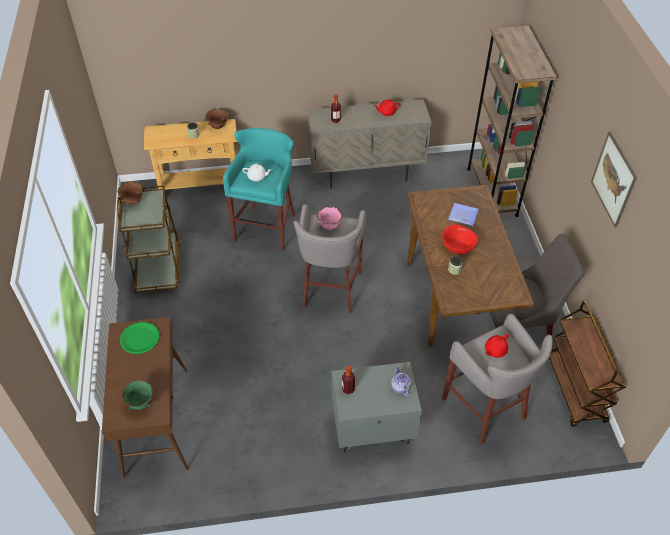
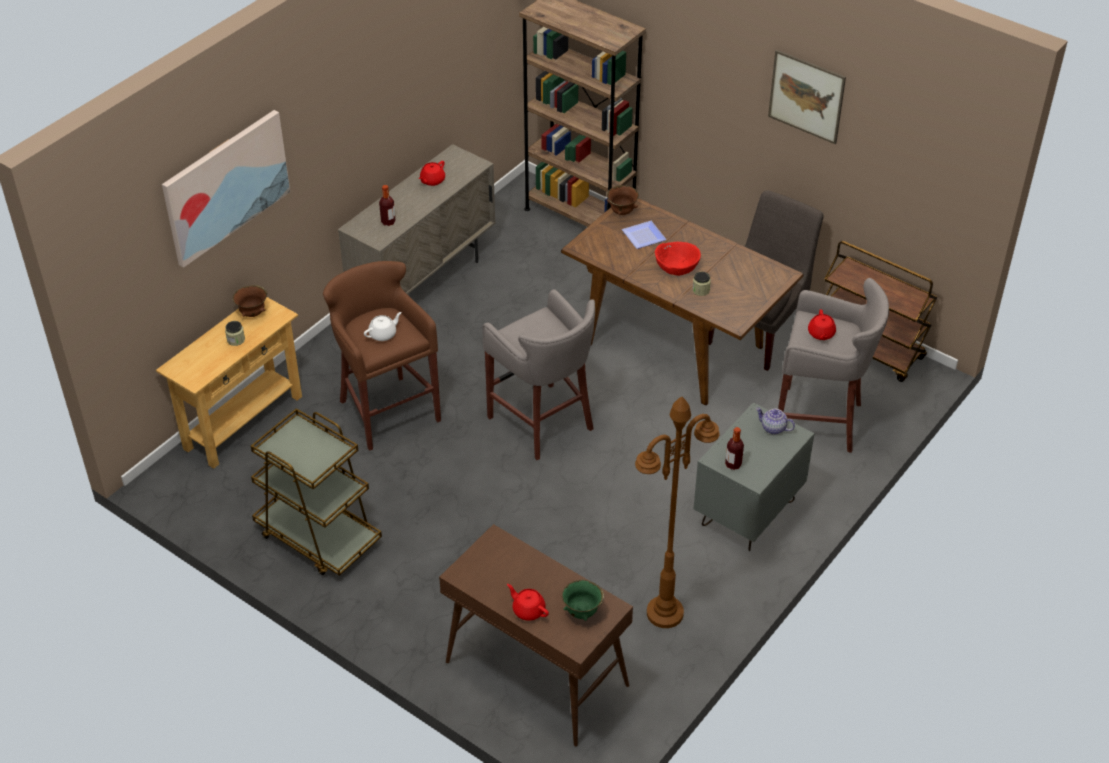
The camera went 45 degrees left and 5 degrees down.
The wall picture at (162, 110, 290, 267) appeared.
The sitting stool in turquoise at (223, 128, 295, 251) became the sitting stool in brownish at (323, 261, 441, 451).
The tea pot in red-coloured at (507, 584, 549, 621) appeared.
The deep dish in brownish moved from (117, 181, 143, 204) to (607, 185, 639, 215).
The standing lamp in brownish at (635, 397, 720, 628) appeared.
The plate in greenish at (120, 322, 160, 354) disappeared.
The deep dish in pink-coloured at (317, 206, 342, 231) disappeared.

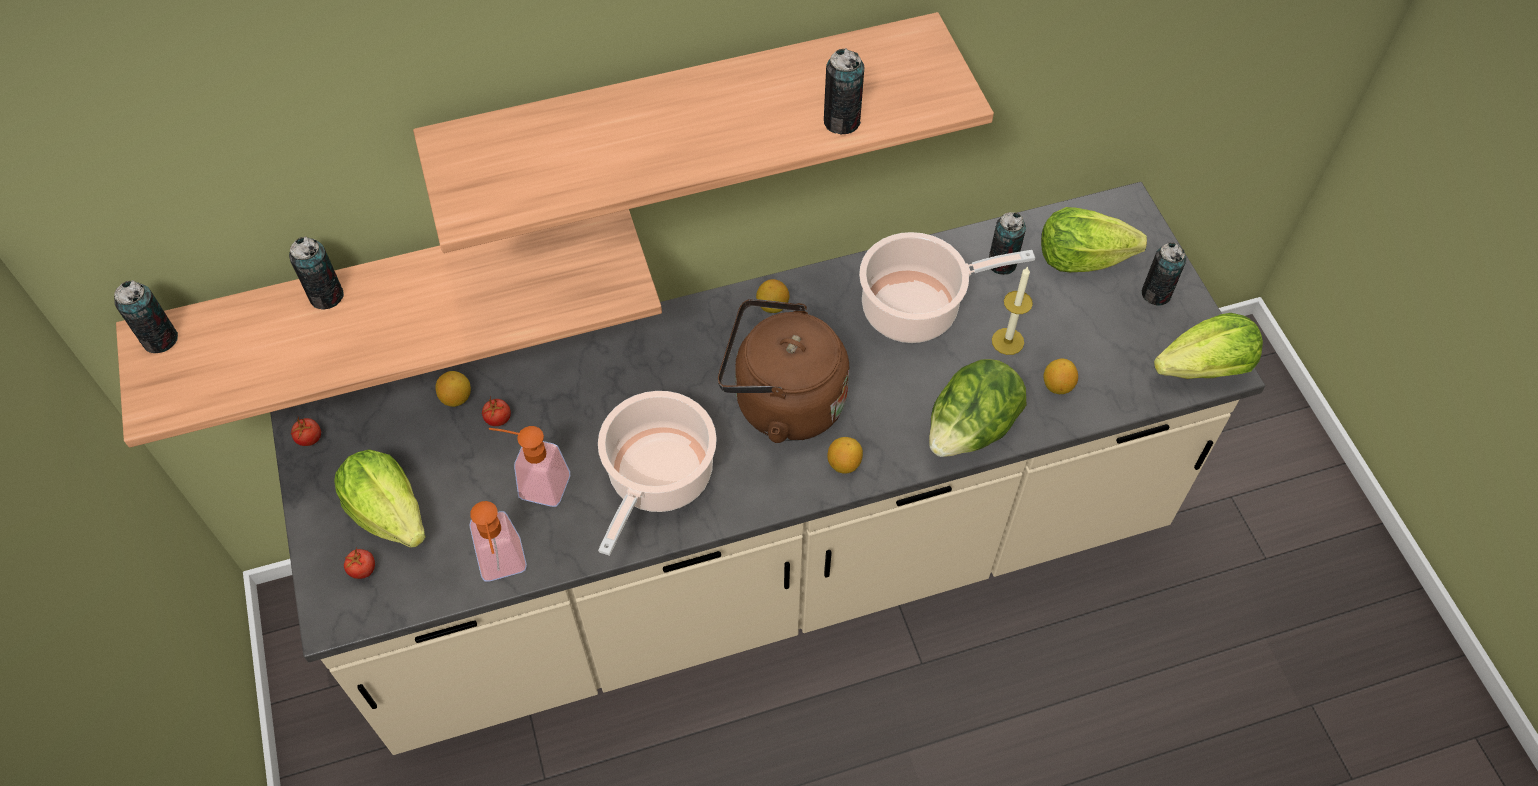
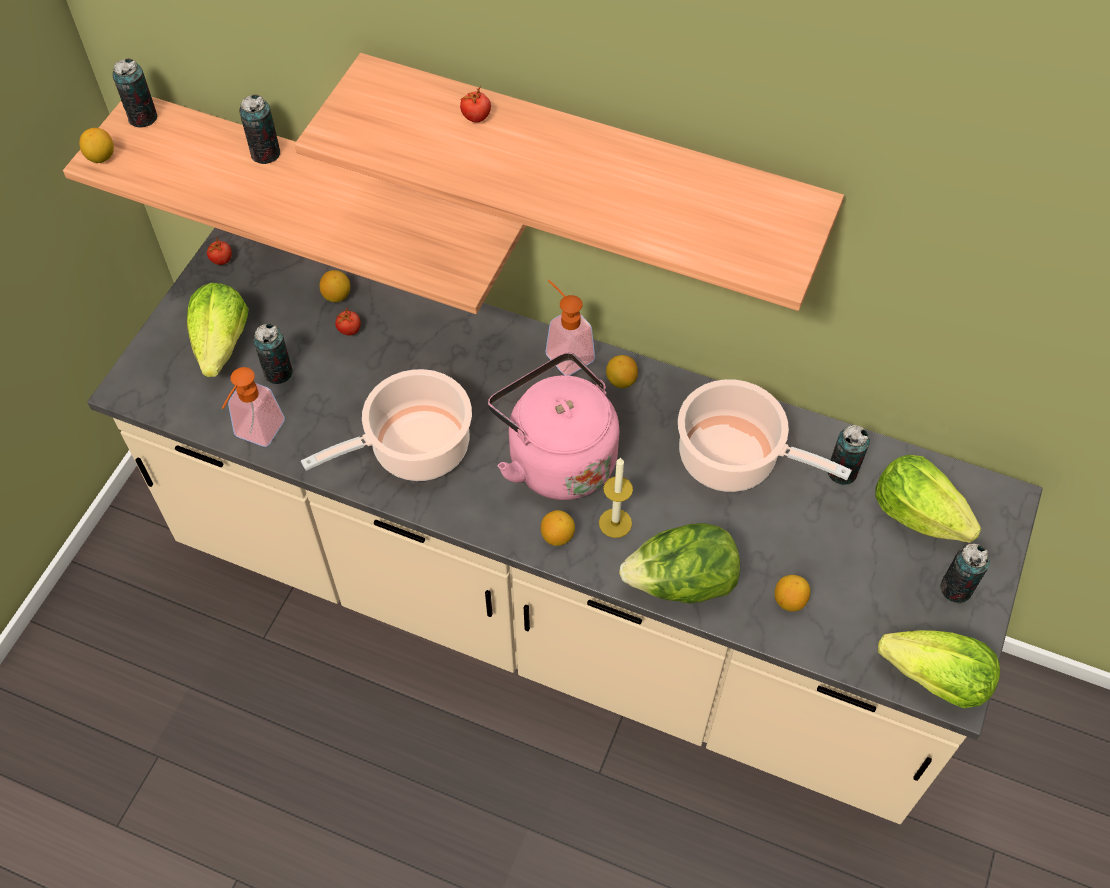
The camera went 40 degrees right and 0 degrees up.
The lemon at (79, 128, 114, 163) appeared.
The can moved from (824, 48, 864, 135) to (253, 324, 293, 384).
The tomato moved from (344, 547, 375, 579) to (460, 85, 491, 123).
The water kettle in brownish at (718, 299, 849, 443) became the water kettle in pink-coloured at (488, 353, 619, 500).
The soap bottle moved from (489, 426, 570, 507) to (545, 280, 595, 376).
The wax light moved from (992, 266, 1033, 355) to (599, 457, 633, 538).

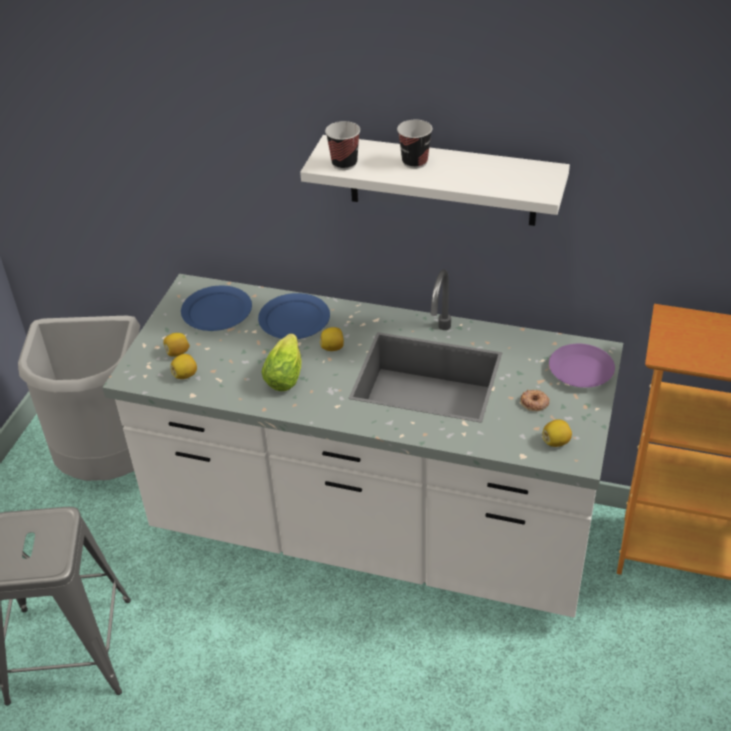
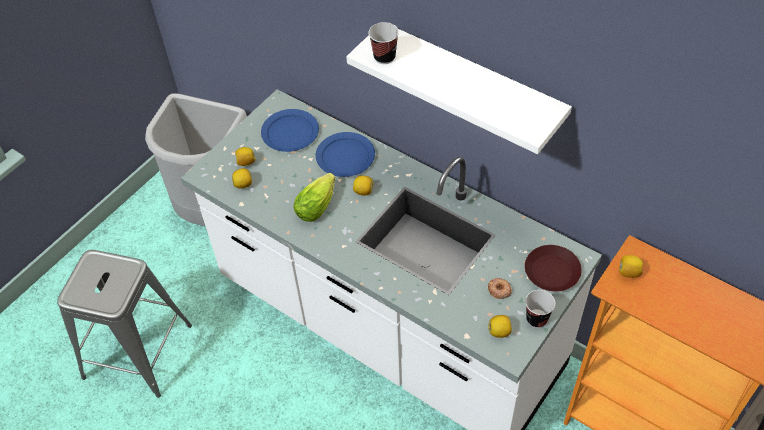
The camera went 20 degrees right and 10 degrees up.
The plate in purple at (549, 344, 615, 388) became the plate in brownish at (525, 245, 582, 291).
The small cup moved from (397, 120, 432, 169) to (525, 290, 555, 328).
The lemon at (619, 255, 643, 278) appeared.

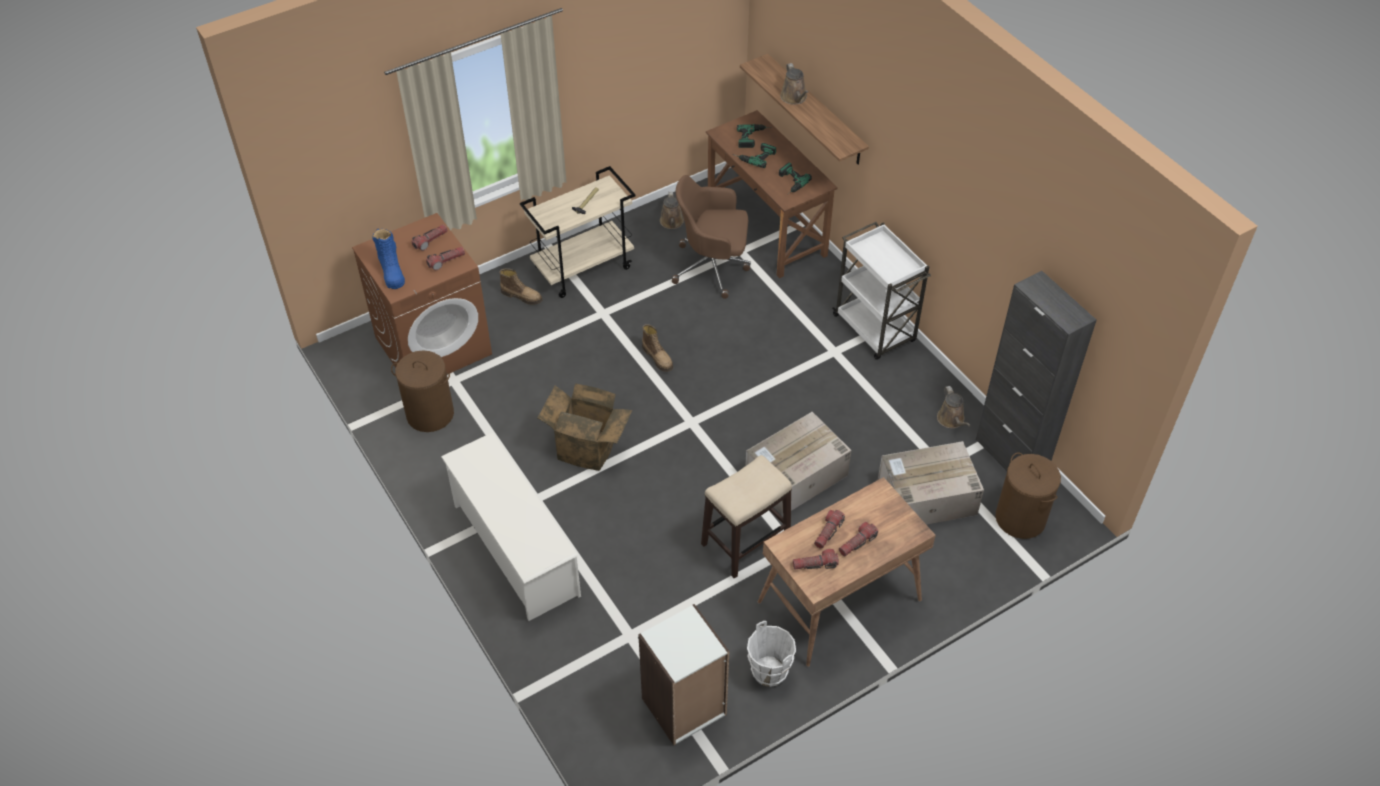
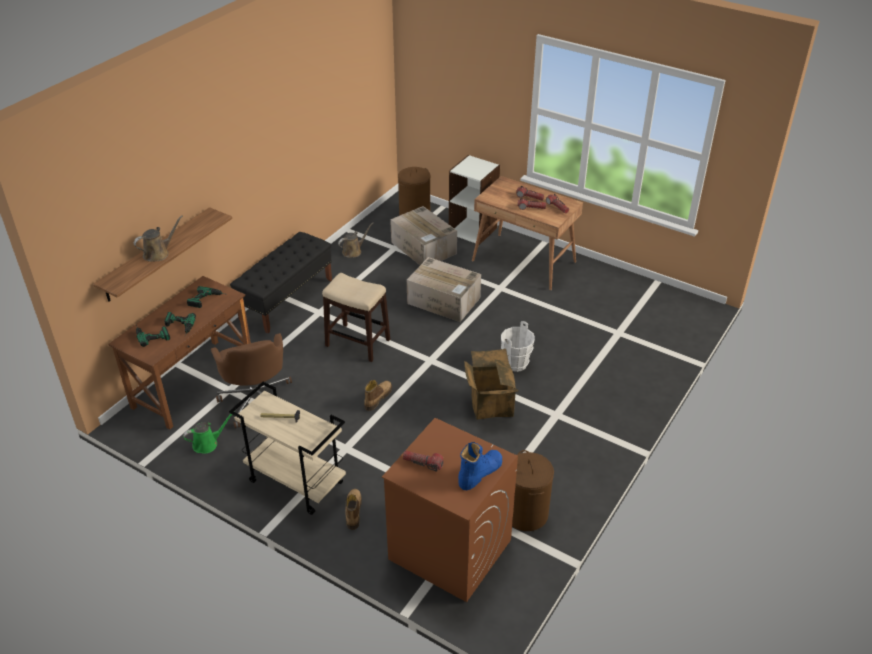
The camera went 115 degrees left and 10 degrees down.
The watering can in brownish at (660, 191, 684, 229) became the watering can in greenish at (183, 414, 232, 454).
The wheeled cart in white-coloured at (832, 222, 931, 360) was replaced by the indoor bench in black at (230, 232, 332, 334).
The sitting stool moved from (701, 455, 792, 579) to (322, 273, 390, 362).
The bookshelf in white-coloured moved from (638, 604, 729, 745) to (449, 155, 500, 245).
The pail in white-coloured moved from (747, 621, 796, 687) to (501, 321, 535, 372).
The flashlight at (426, 247, 465, 270) disappeared.
The shoe stand in white-coloured at (441, 432, 581, 621) disappeared.
The storage cabinet in black at (976, 271, 1096, 471) disappeared.

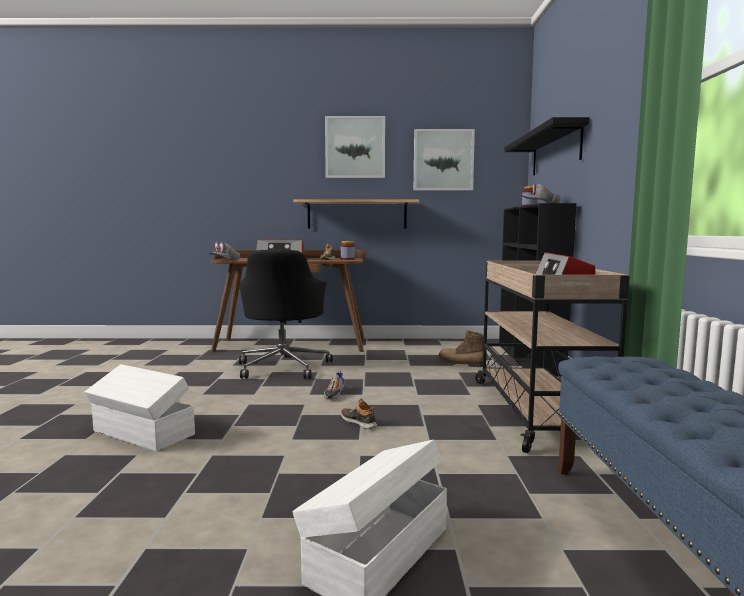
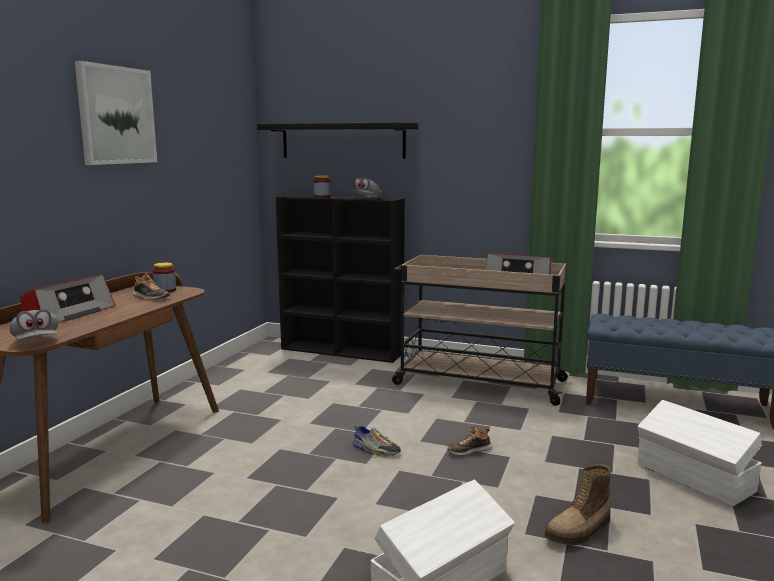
The camera went 70 degrees left and 5 degrees up.
The boot moved from (438, 331, 484, 367) to (544, 464, 611, 545).
The office chair in black at (239, 250, 333, 379) disappeared.
The wall shelf at (294, 199, 419, 229) disappeared.
The wall picture at (414, 129, 475, 191) disappeared.

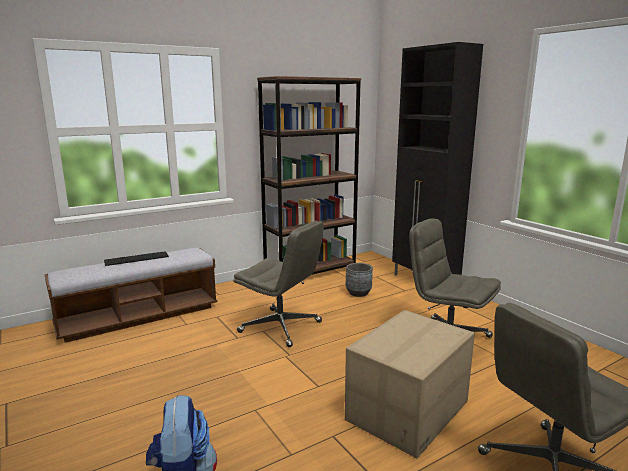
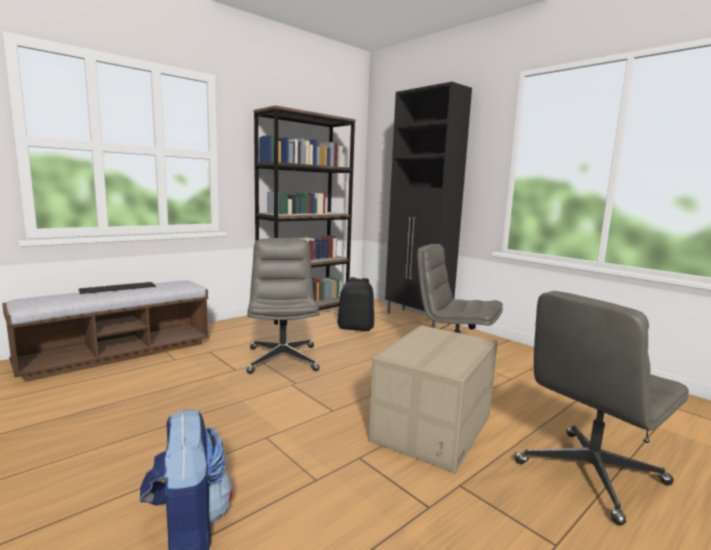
The camera went 10 degrees left and 5 degrees down.
The office chair in greyish at (233, 220, 324, 347) turned 120 degrees counterclockwise.
The plant pot in greyish at (346, 263, 373, 297) was replaced by the knapsack in black at (338, 277, 374, 331).

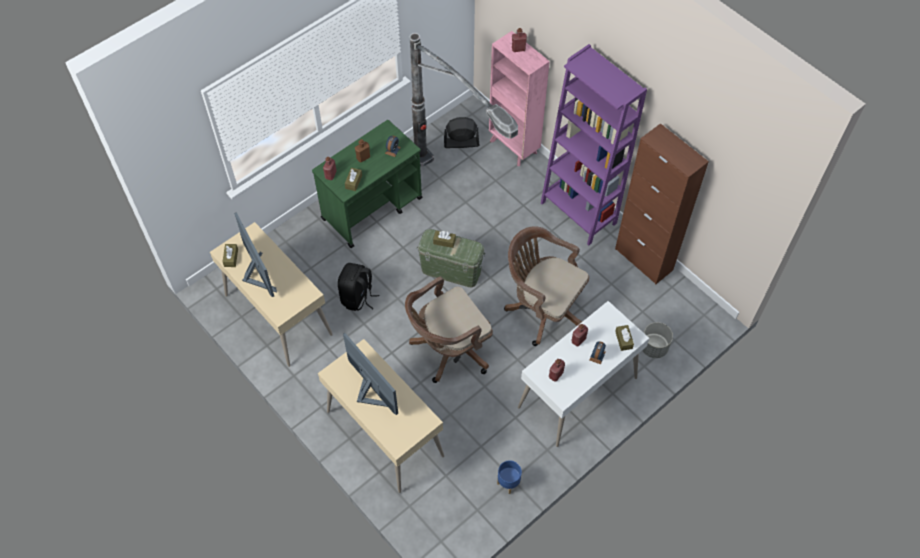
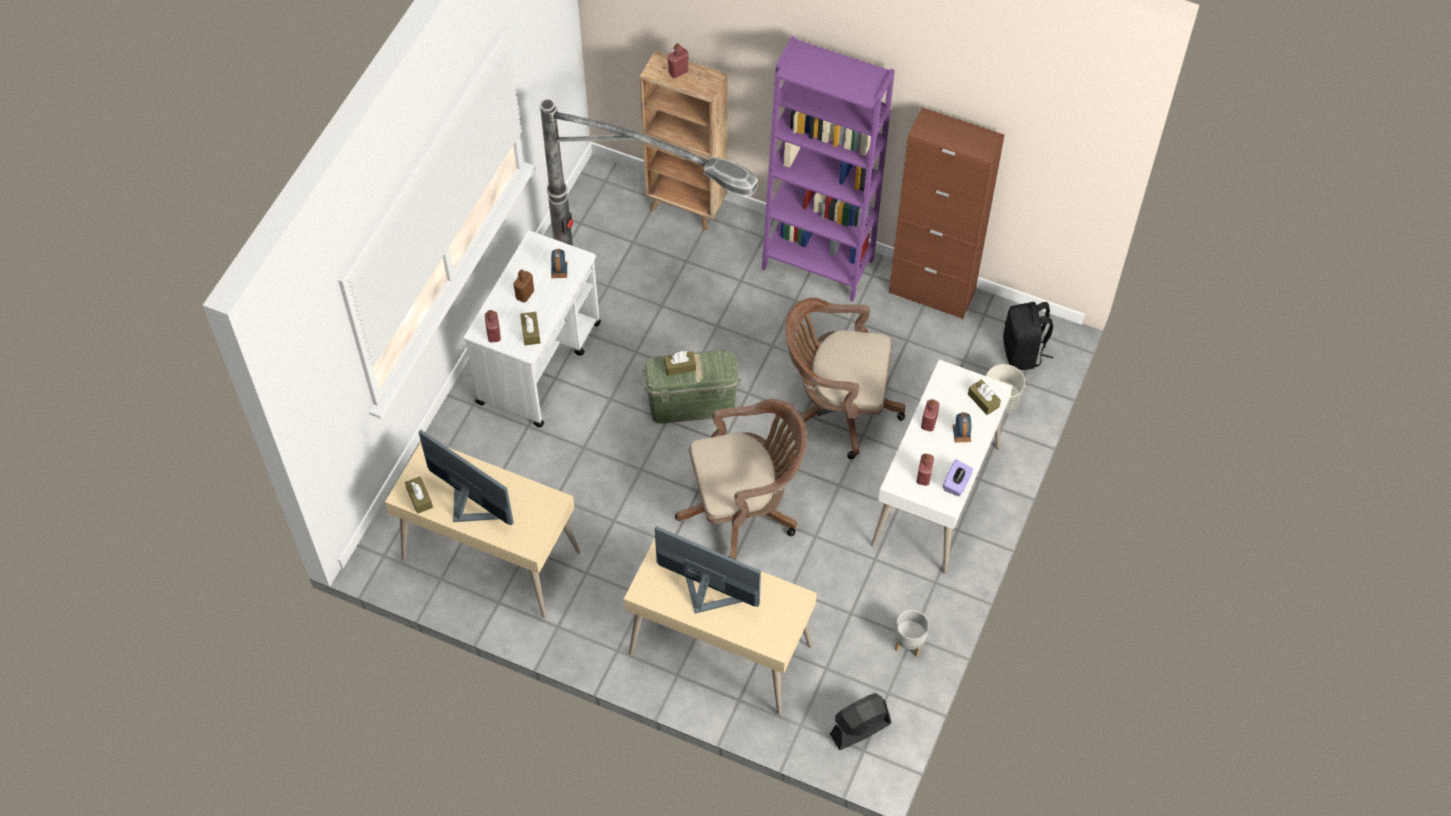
The camera went 25 degrees left and 0 degrees up.
The wheeled cart in greenish at (312, 120, 423, 248) became the wheeled cart in white-coloured at (464, 230, 601, 428).
The bookshelf in pink-coloured at (489, 31, 550, 166) became the bookshelf in brownish at (639, 50, 727, 231).
The office chair in brownish at (405, 276, 493, 383) turned 135 degrees counterclockwise.
The electric fan in black moved from (444, 117, 480, 148) to (830, 693, 891, 750).
The plant pot in blue-coloured at (497, 460, 522, 494) became the plant pot in greyish at (895, 610, 929, 657).
The box of tissues in purple at (943, 459, 973, 496) appeared.
The knapsack in black moved from (338, 263, 379, 311) to (1003, 302, 1053, 370).

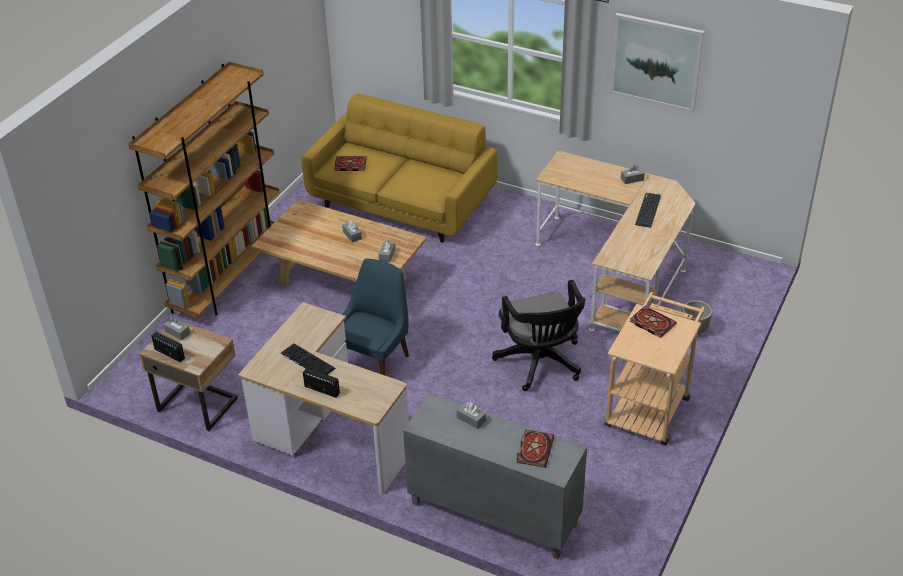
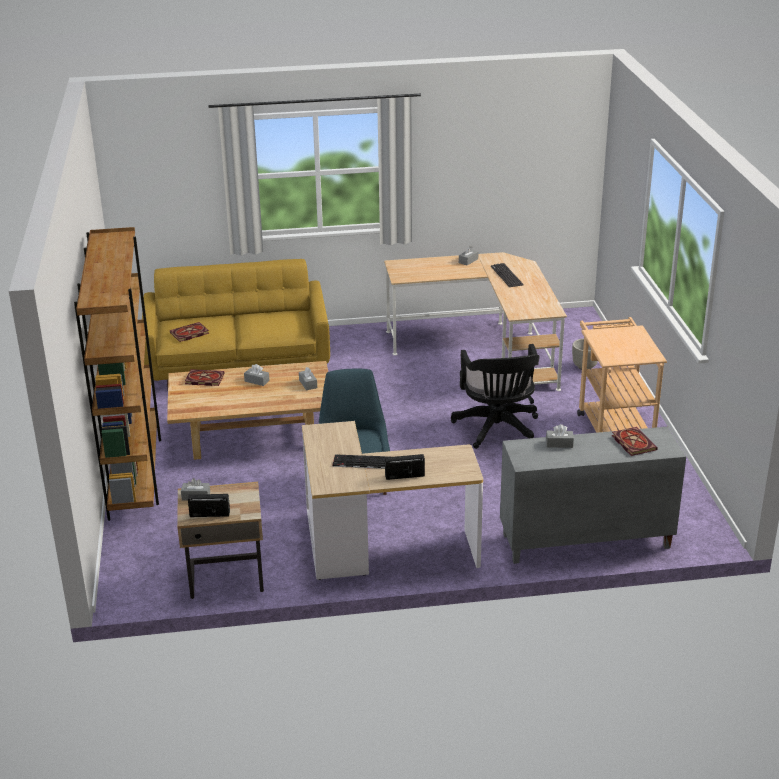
The camera went 35 degrees left and 10 degrees down.
The volume moved from (630, 306, 677, 338) to (185, 369, 225, 386).
The office chair in black at (492, 280, 585, 391) turned 45 degrees clockwise.
The wall picture at (610, 13, 705, 113) disappeared.

